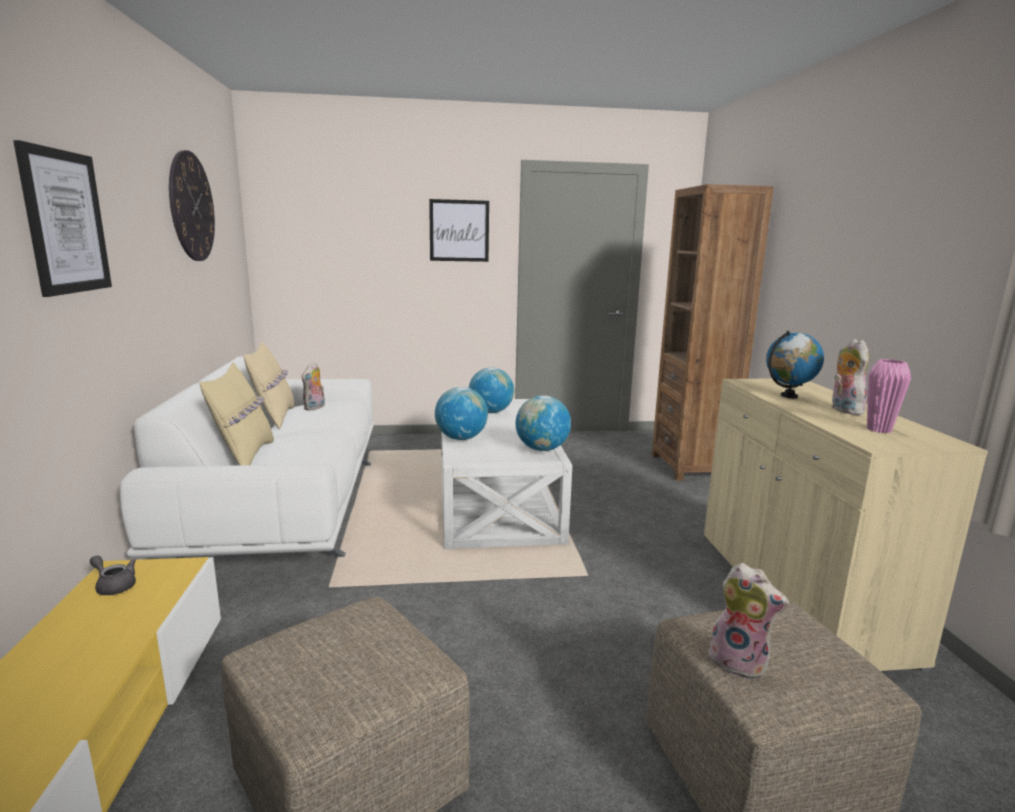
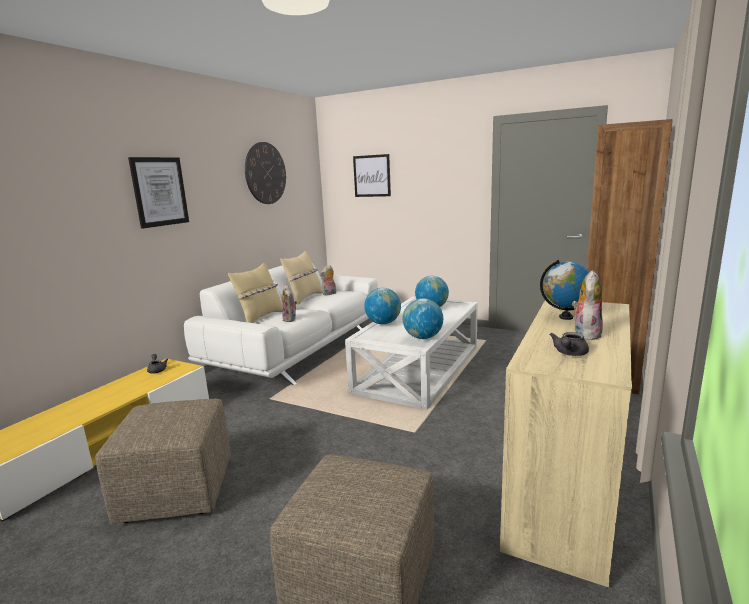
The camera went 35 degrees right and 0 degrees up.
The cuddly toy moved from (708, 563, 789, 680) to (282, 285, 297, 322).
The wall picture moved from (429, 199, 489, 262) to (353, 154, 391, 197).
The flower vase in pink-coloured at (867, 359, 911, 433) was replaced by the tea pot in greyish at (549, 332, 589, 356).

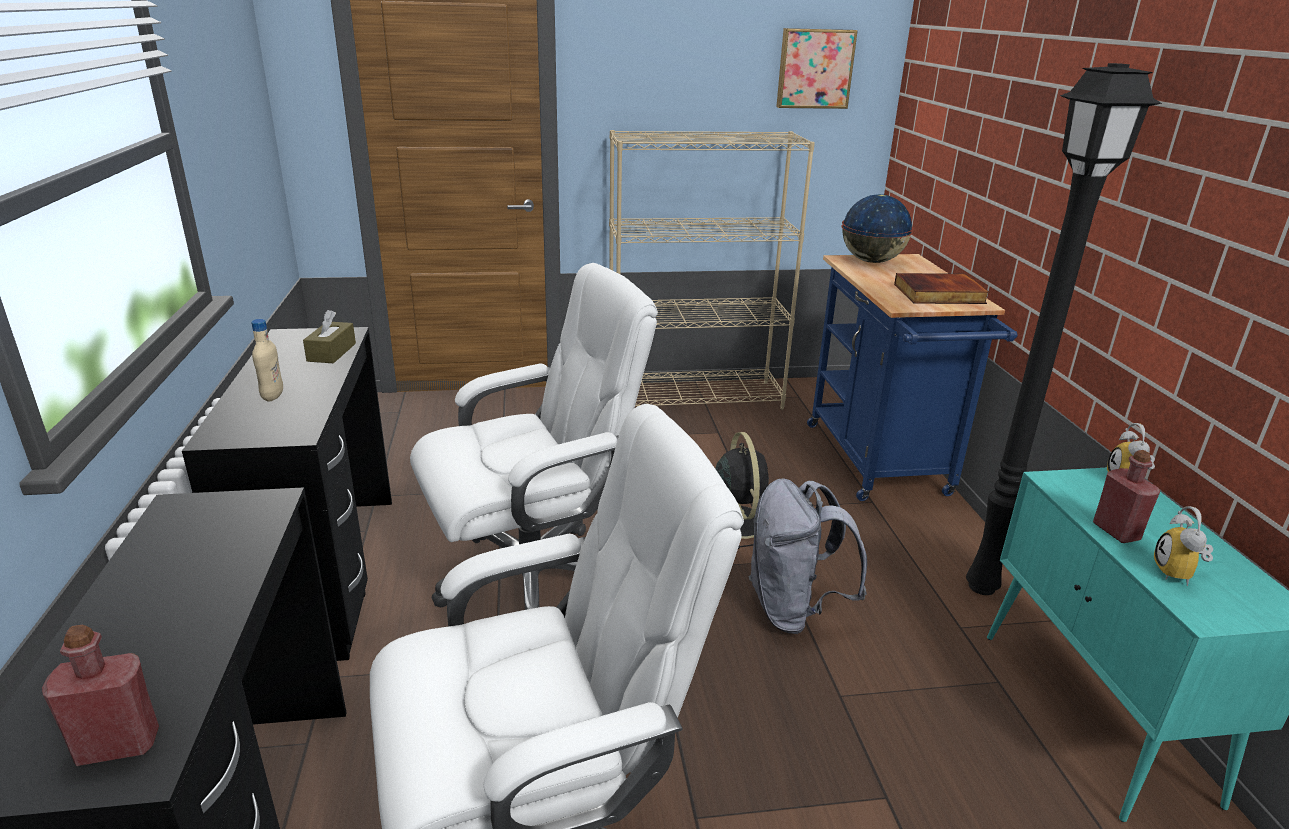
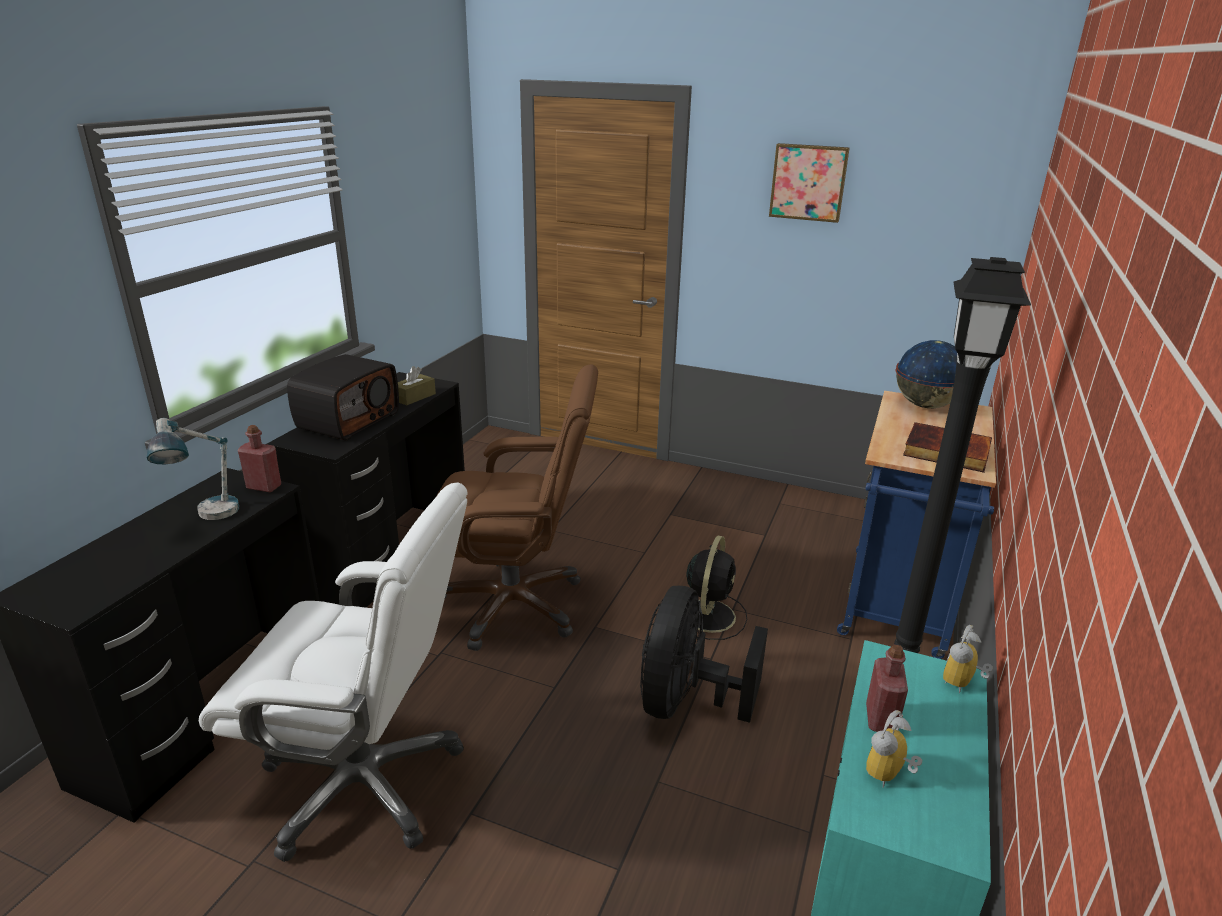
The camera went 30 degrees right and 0 degrees up.
The tabletop lamp at (147, 418, 239, 520) appeared.
The beverage bottle in red-coloured moved from (42, 625, 159, 766) to (238, 425, 281, 492).
The beverage bottle in sand-coloured at (251, 319, 283, 402) was replaced by the radio set at (287, 354, 399, 440).
The office chair in white-coloured at (410, 263, 658, 610) became the office chair in brownish at (435, 364, 598, 651).
The knapsack in greyish at (748, 479, 867, 634) was replaced by the electric fan in black at (640, 586, 768, 723).
The wall picture moved from (776, 28, 858, 109) to (769, 143, 850, 223).
The bookshelf in sand-coloured at (609, 130, 815, 410) disappeared.

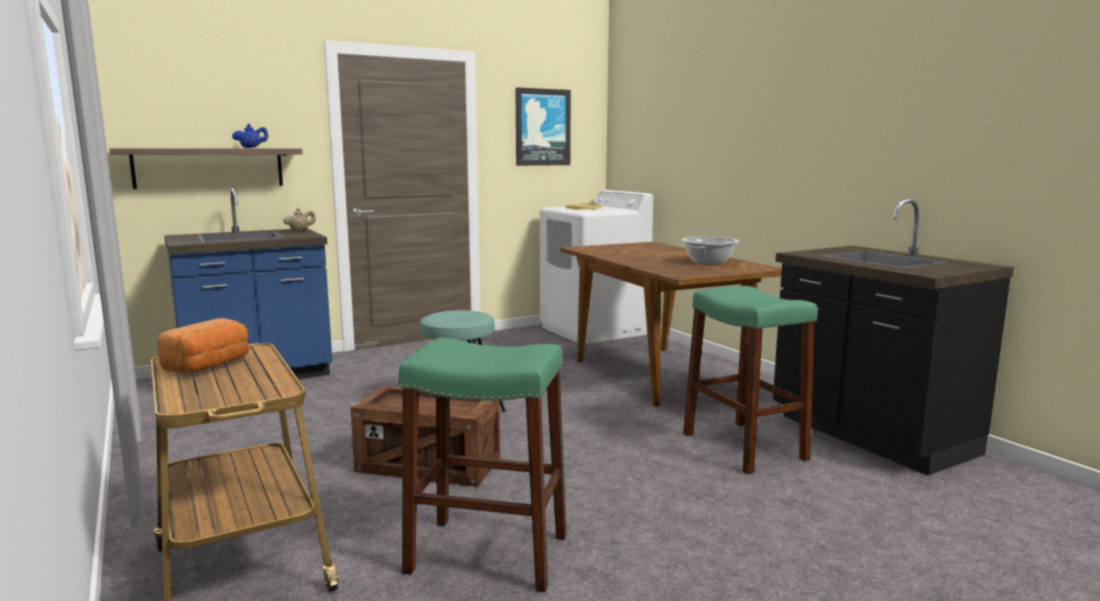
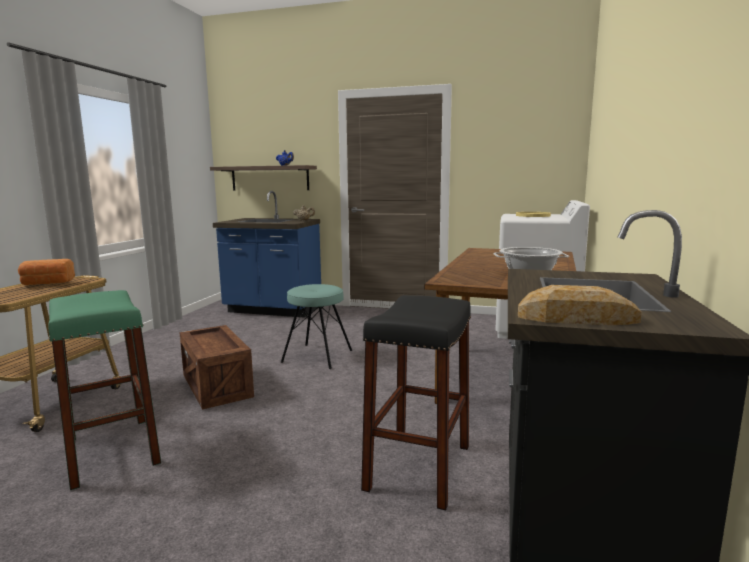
The camera went 45 degrees right and 0 degrees up.
The sitting stool in greenish at (683, 286, 818, 474) became the sitting stool in black at (361, 295, 471, 510).
The baked bread at (518, 285, 642, 325) appeared.
The wall picture at (515, 87, 571, 166) disappeared.

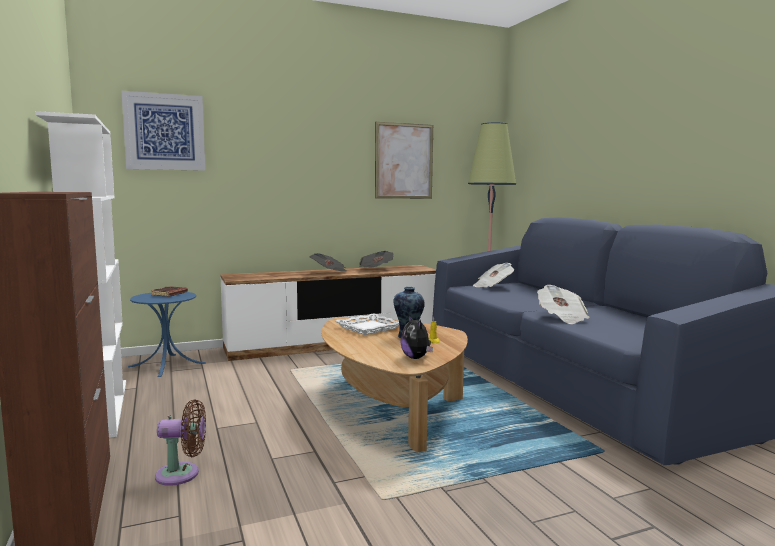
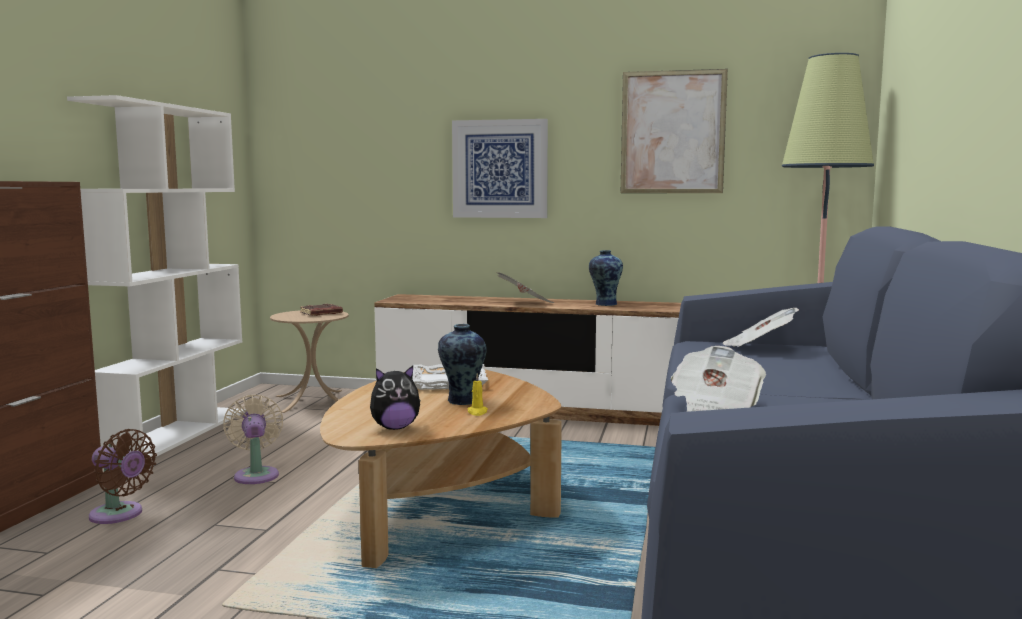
The camera went 35 degrees right and 0 degrees up.
The electric fan in sand-coloured at (223, 395, 283, 484) appeared.
The side table in blue-coloured at (128, 292, 206, 377) became the side table in sand-coloured at (270, 310, 349, 413).
The cuddly toy at (400, 314, 433, 359) turned 120 degrees counterclockwise.
The wall picture moved from (122, 91, 205, 171) to (452, 119, 548, 218).
The daily paper at (359, 251, 394, 267) was replaced by the flower vase at (589, 250, 623, 306).

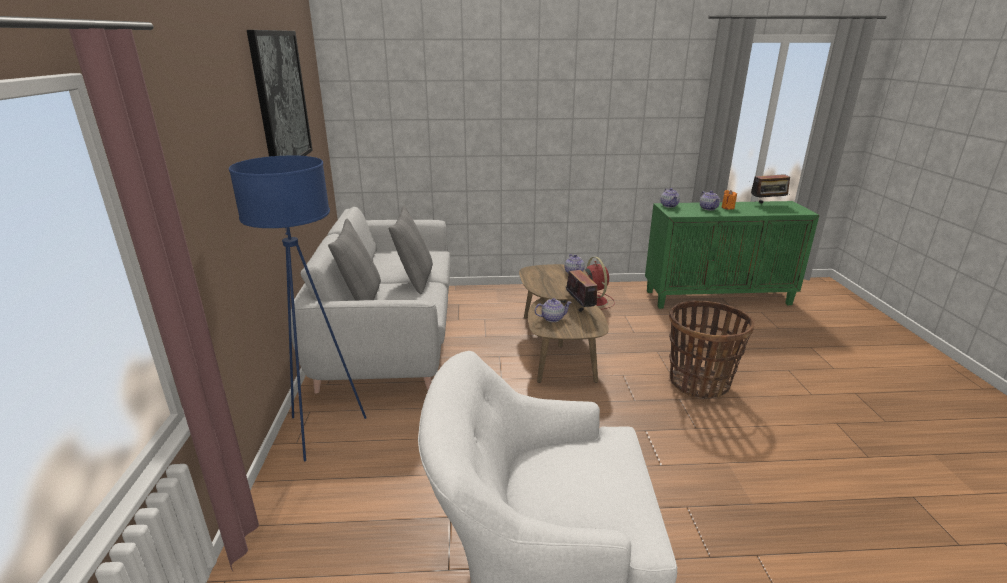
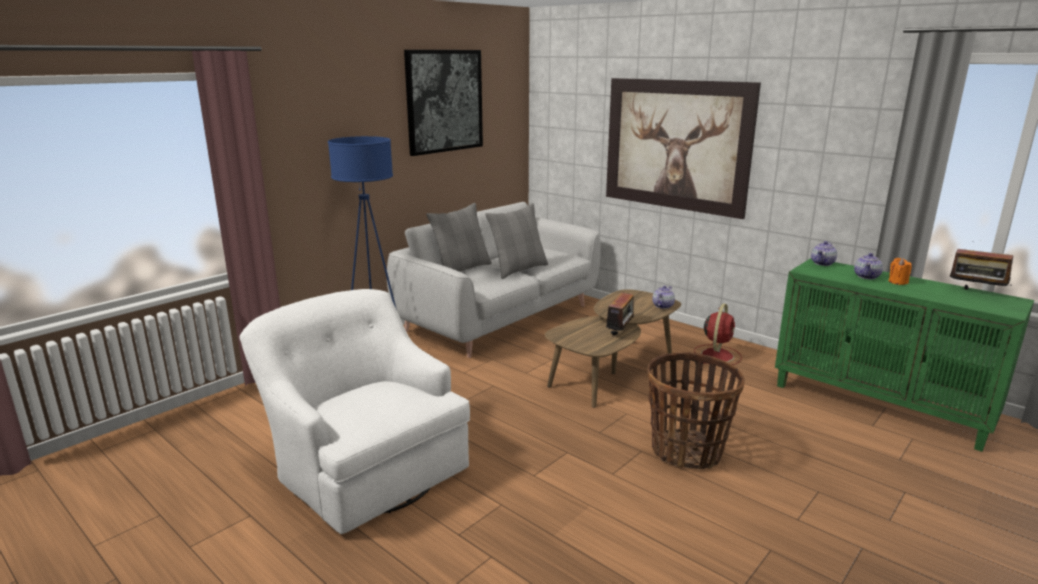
The camera went 45 degrees right and 5 degrees down.
The wall picture at (606, 78, 761, 219) appeared.
The tea pot at (535, 298, 572, 322) disappeared.

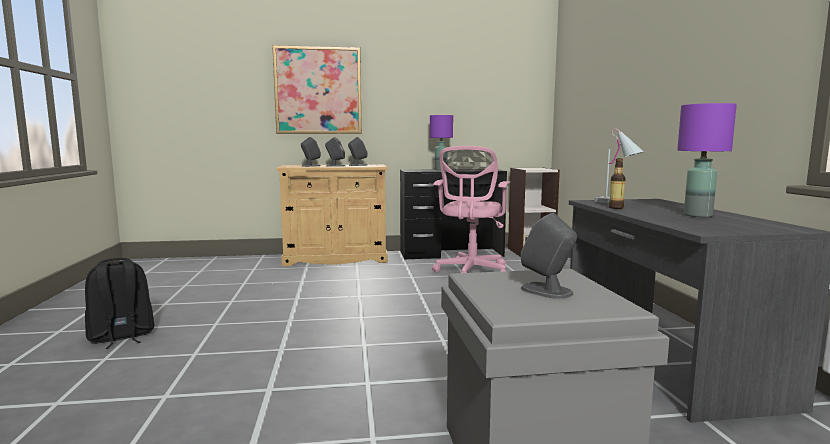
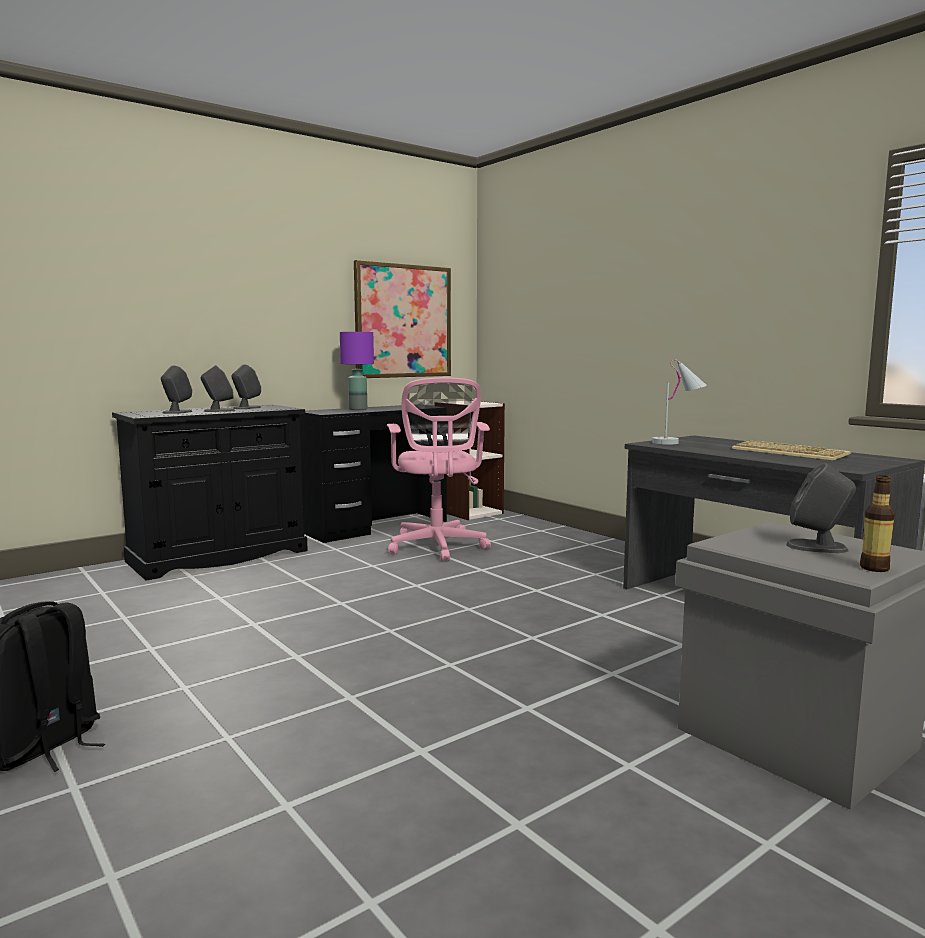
The camera went 30 degrees left and 0 degrees up.
The storage cabinet in sand-coloured at (276, 164, 388, 266) became the storage cabinet in black at (112, 405, 308, 581).
The wall picture moved from (272, 45, 362, 134) to (354, 260, 451, 378).
The tabletop lamp in purple at (677, 103, 737, 217) was replaced by the computer keyboard at (732, 440, 851, 460).
The beverage bottle moved from (609, 158, 626, 209) to (860, 475, 895, 572).

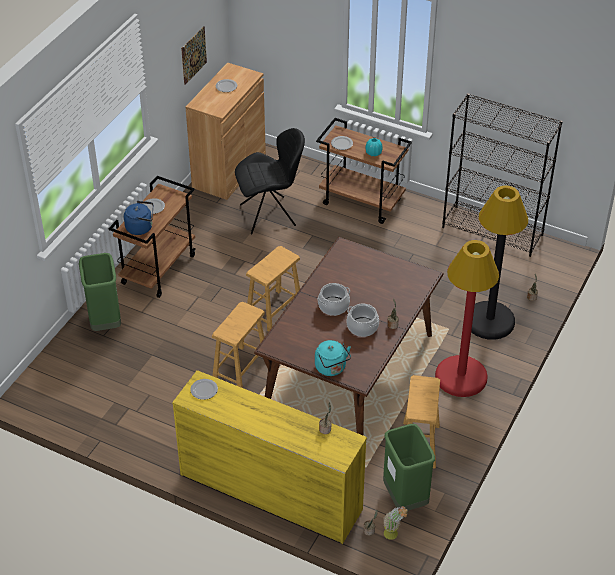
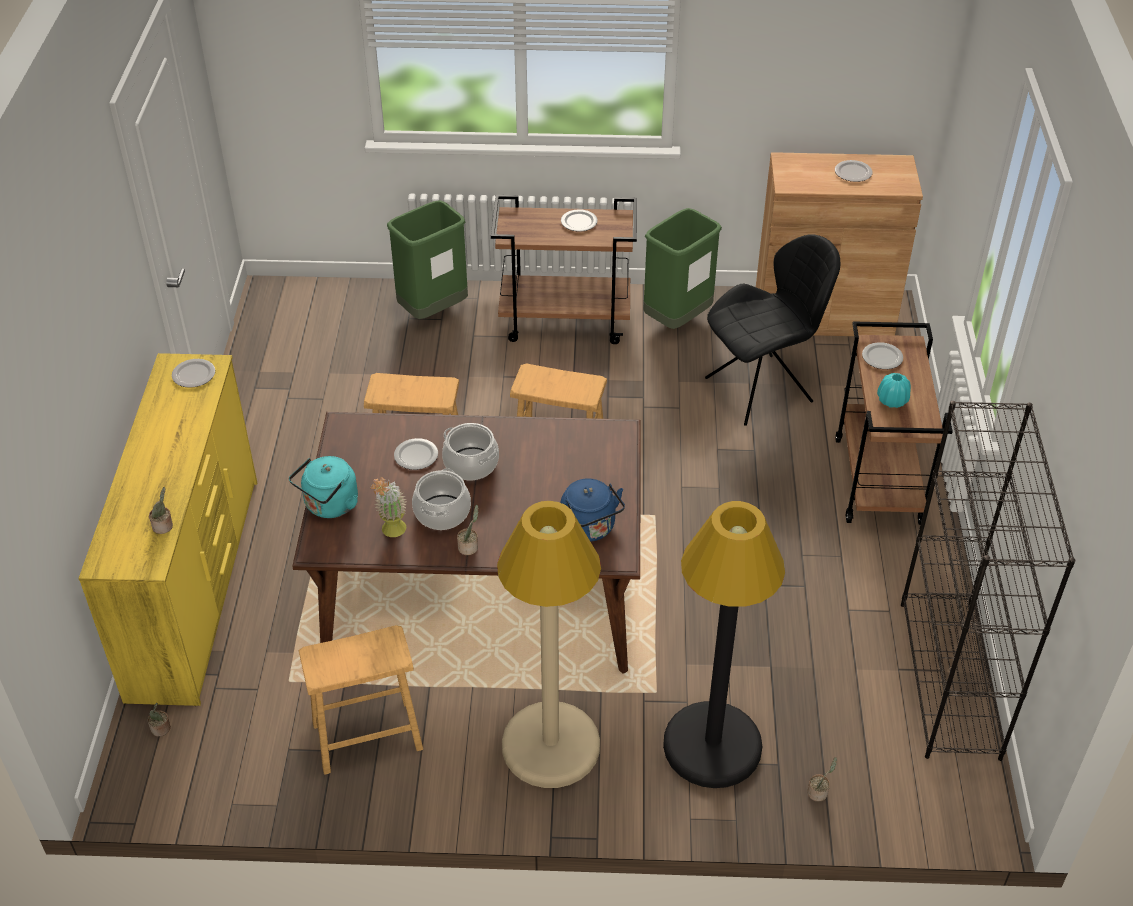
The camera went 65 degrees right and 0 degrees up.
The houseplant moved from (384, 506, 407, 540) to (371, 477, 407, 537).
The plate at (394, 438, 438, 470) appeared.
The standing lamp in red-coloured at (435, 240, 499, 397) became the standing lamp in sand-coloured at (497, 501, 601, 788).
The water kettle in blue-coloured moved from (124, 201, 153, 235) to (561, 478, 625, 542).
The waste bin in greenish moved from (383, 424, 435, 511) to (643, 208, 722, 329).
The chair in black at (235, 128, 305, 234) turned 75 degrees counterclockwise.
The wall picture at (181, 26, 207, 85) disappeared.

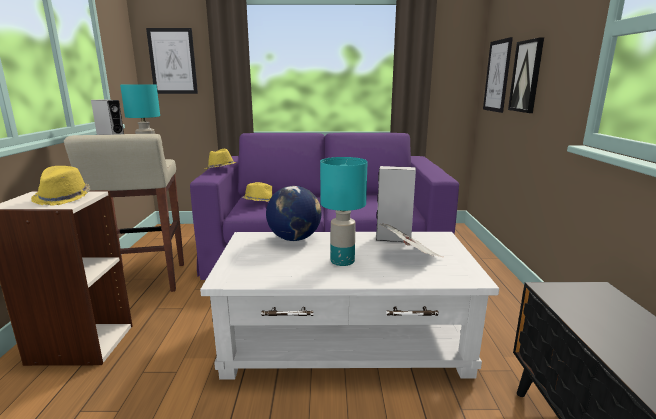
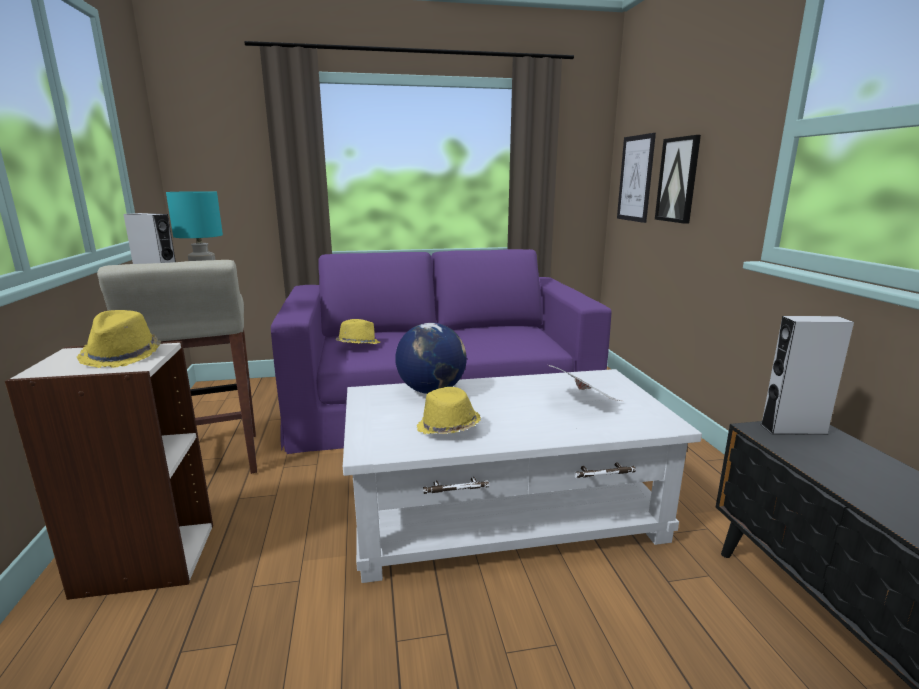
The camera went 10 degrees left and 0 degrees up.
The clothing hat in yellowish moved from (205, 149, 236, 169) to (417, 387, 481, 434).
The loudspeaker in greyish moved from (376, 166, 416, 242) to (760, 316, 854, 435).
The wall picture at (146, 28, 198, 94) disappeared.
The tabletop lamp in turquoise at (320, 157, 367, 266) disappeared.

